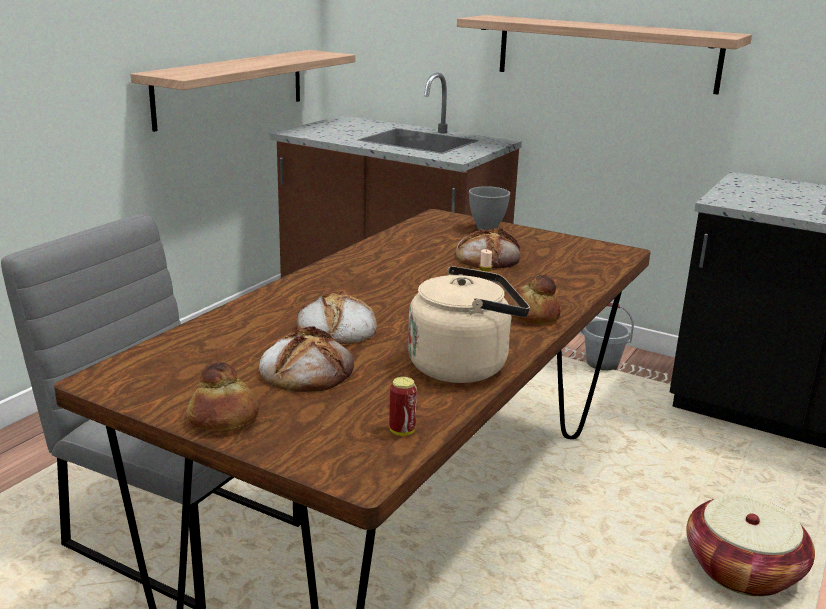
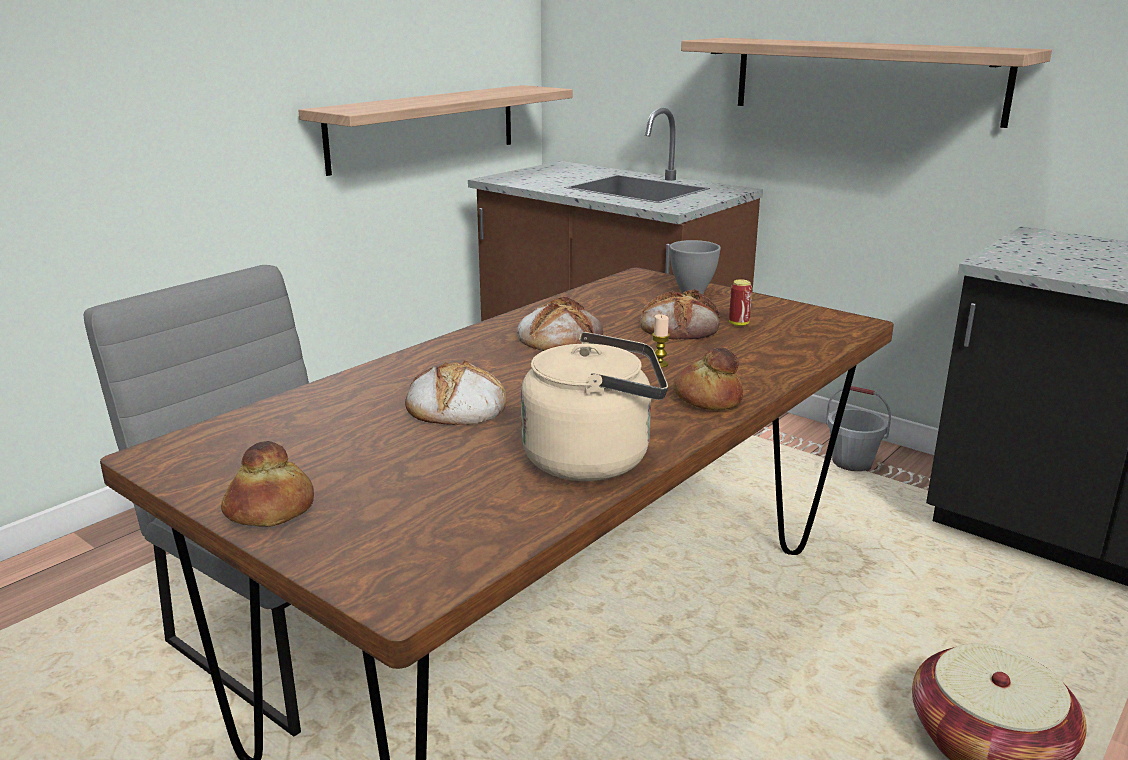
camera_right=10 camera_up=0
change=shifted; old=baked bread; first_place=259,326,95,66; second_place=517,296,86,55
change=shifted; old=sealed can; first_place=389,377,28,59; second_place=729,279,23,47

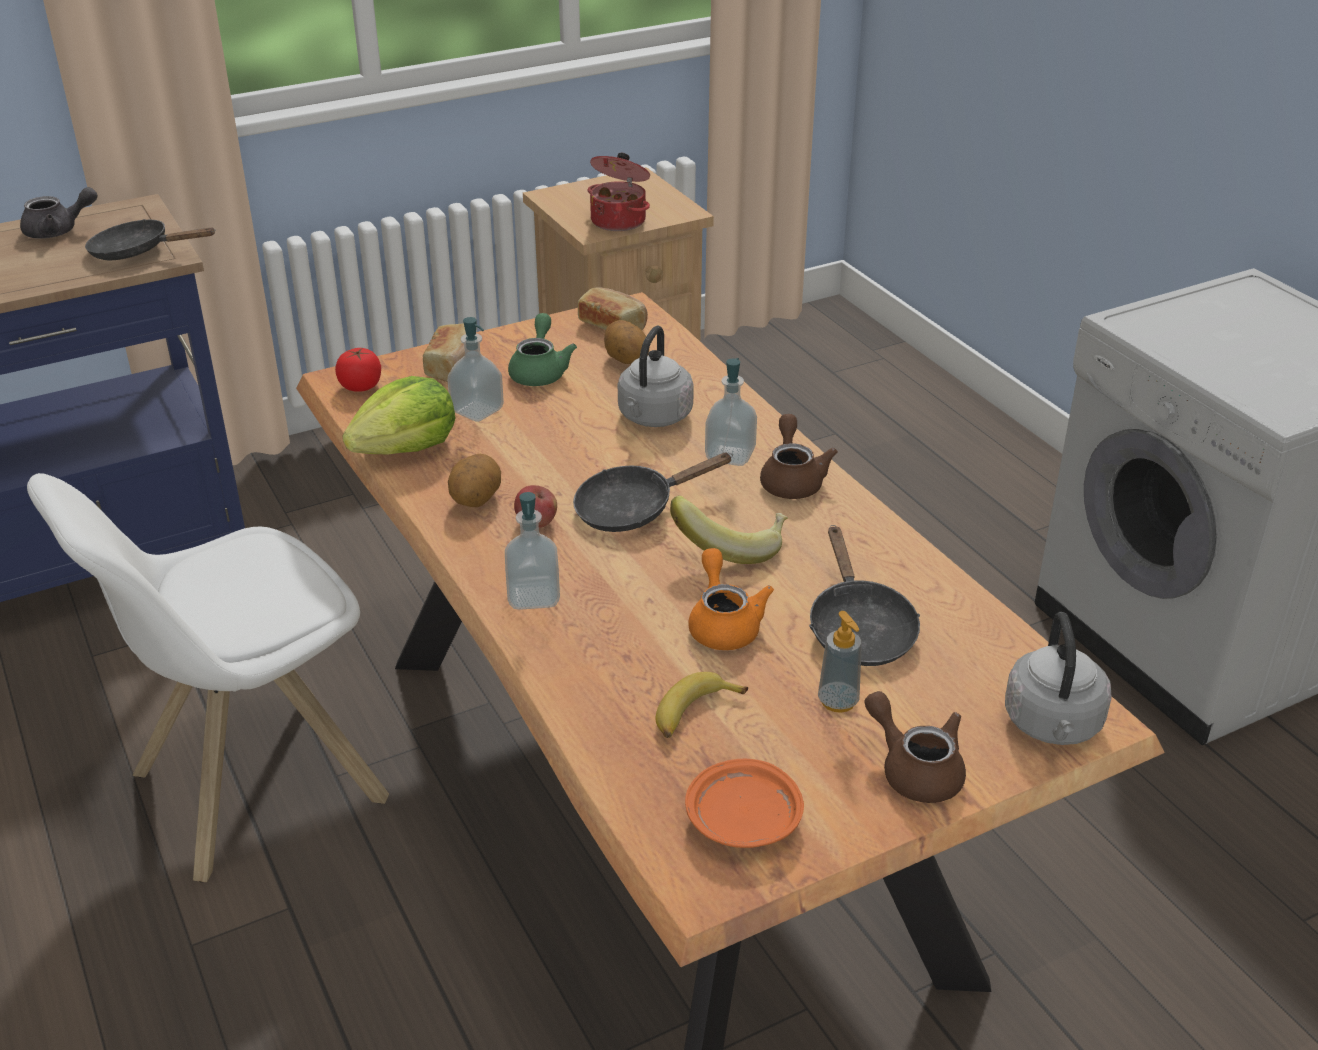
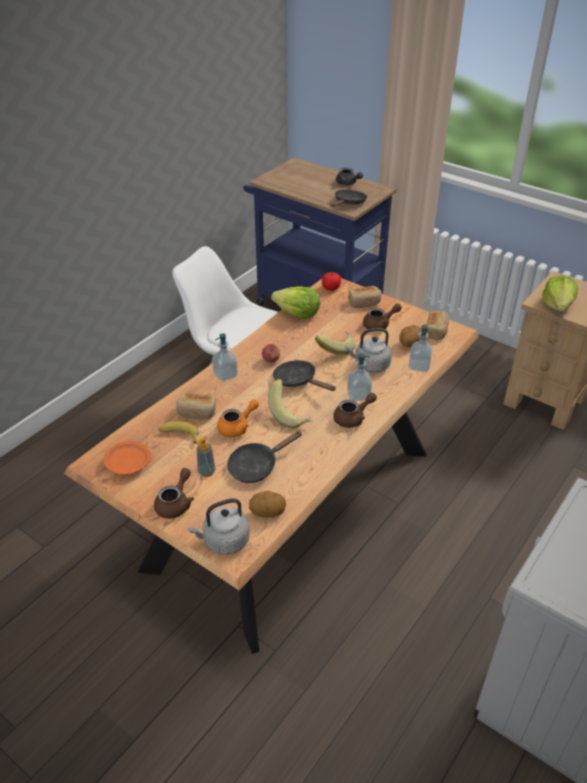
camera_right=65 camera_up=5
change=new; new=baked bread; second_place=176,393,40,26
change=shifted; old=whole potato; first_place=448,454,53,53; second_place=249,491,37,26
change=new; new=banana fruit; second_place=315,331,41,24
change=rotated; old=black pan; first_place=85,219,130,41; second_place=331,190,36,17; degrees=45
change=repainted; old=greenish tea pot; new=brownish tea pot; first_place=508,313,69,73; second_place=363,303,39,26
change=shifted; old=soap dispenser; first_place=447,317,57,105; second_place=409,325,23,47
change=swapped; old=stockpot; new=lettuce head; first_place=588,153,62,78; second_place=542,275,36,36

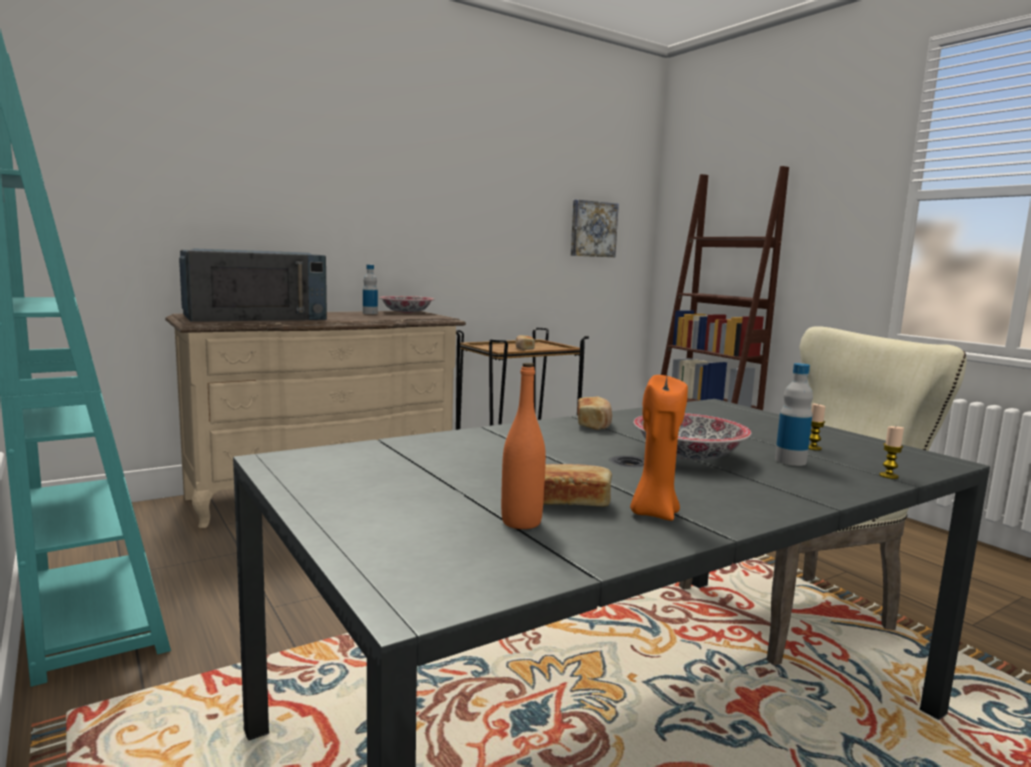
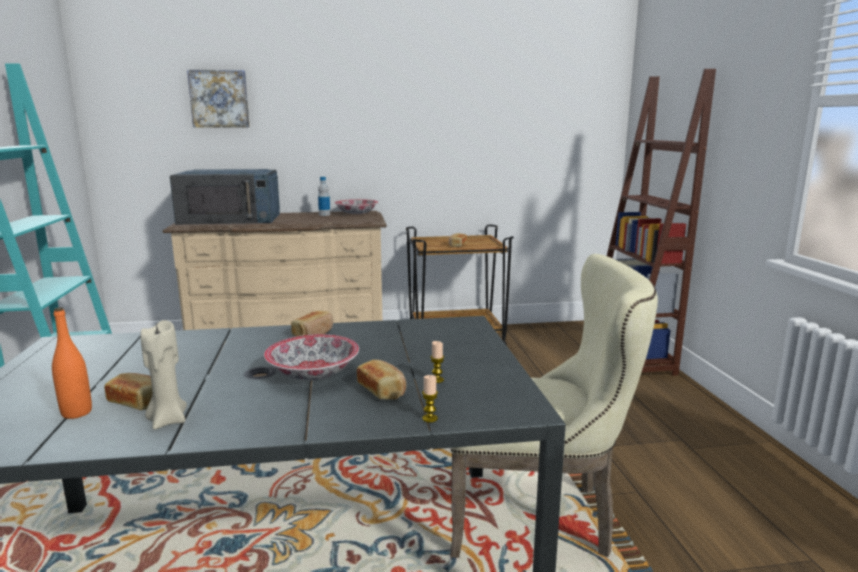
camera_right=25 camera_up=5
change=repainted; old=orange wax light; new=beige-coloured wax light; first_place=630,375,58,146; second_place=141,320,46,110
change=shifted; old=picture; first_place=571,200,48,57; second_place=187,70,63,57
change=swapped; old=beverage bottle; new=baked bread; first_place=775,363,38,103; second_place=357,360,49,40

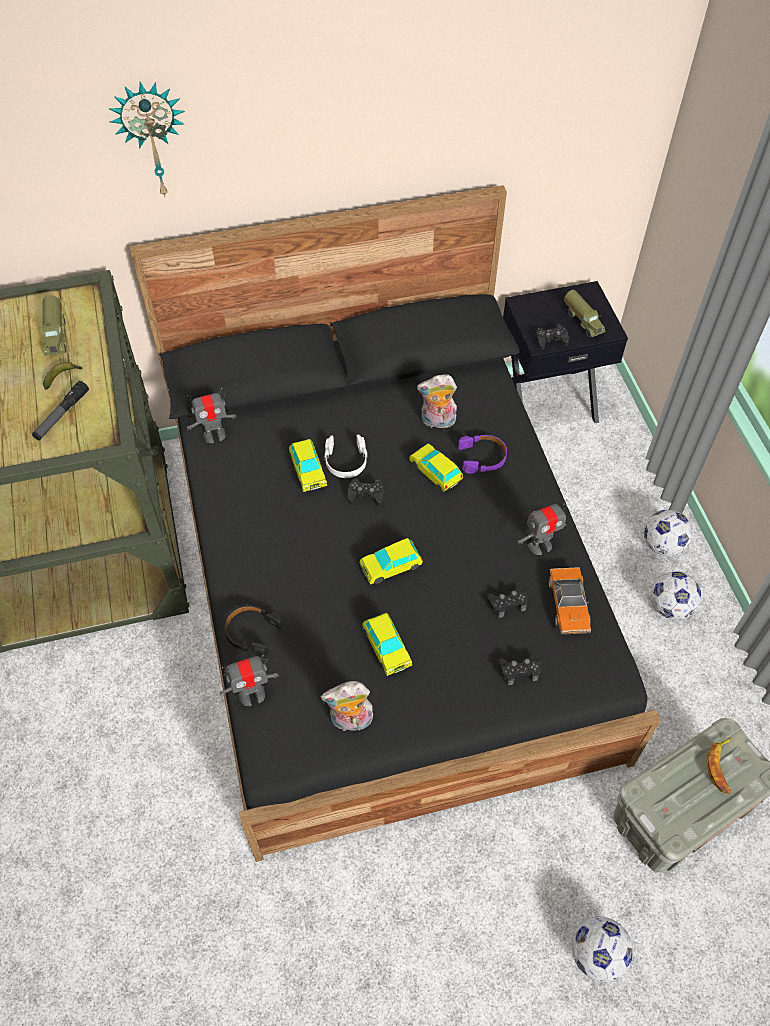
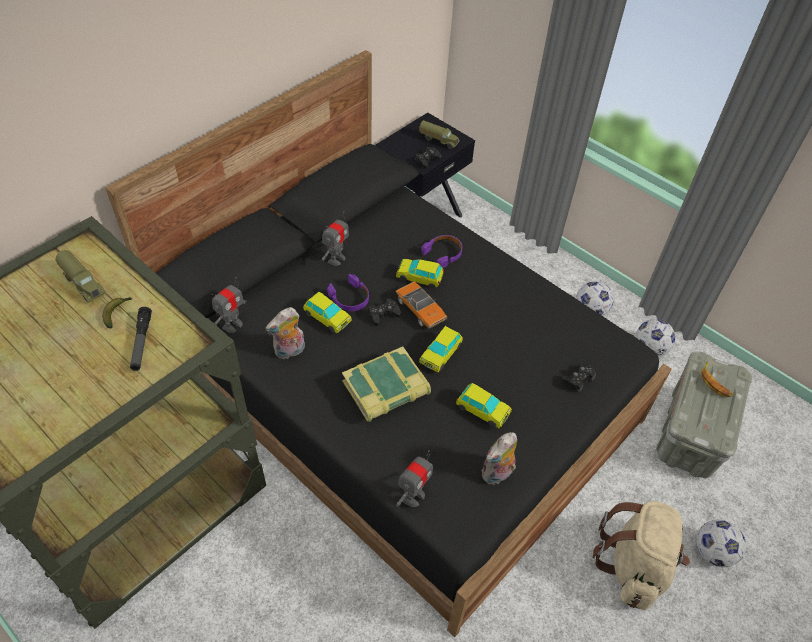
camera_right=-35 camera_up=-5
change=shifted; old=plush toy; first_place=417,375,40,54; second_place=265,307,40,52
change=shifted; old=toy robot; first_place=518,499,50,56; second_place=322,211,27,55
change=repainted; old=white headphones; new=purplish headphones; first_place=324,434,43,44; second_place=327,274,42,37
change=new; new=volume; second_place=342,346,89,76
change=shifted; old=model car; first_place=548,567,43,68; second_place=396,281,51,48
change=new; new=beige-coloured backpack; second_place=593,501,97,109
change=shifted; old=ball for football; first_place=644,510,49,46; second_place=636,319,39,37
change=gone; old=clock on the wall; first_place=109,82,76,115
change=gone; old=black headphones; first_place=224,606,58,50
change=gone; old=black game controller; first_place=487,586,41,32

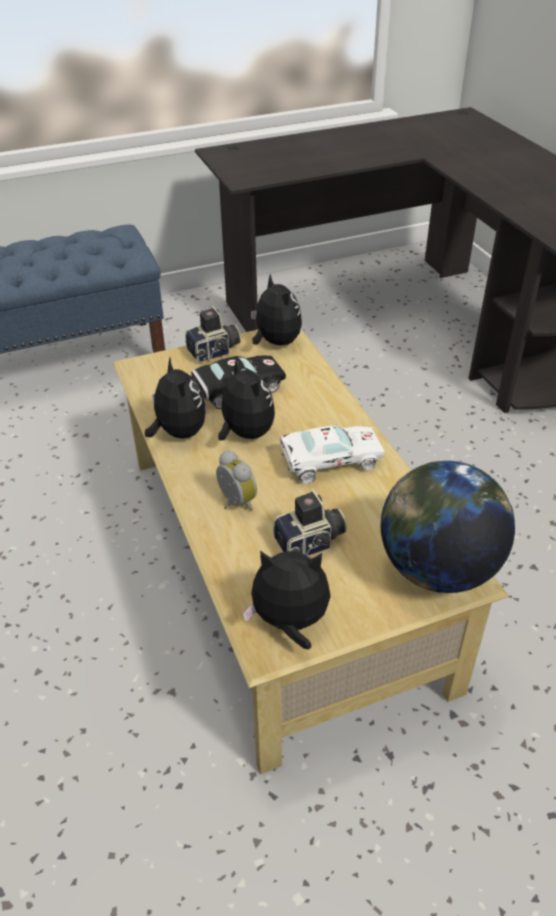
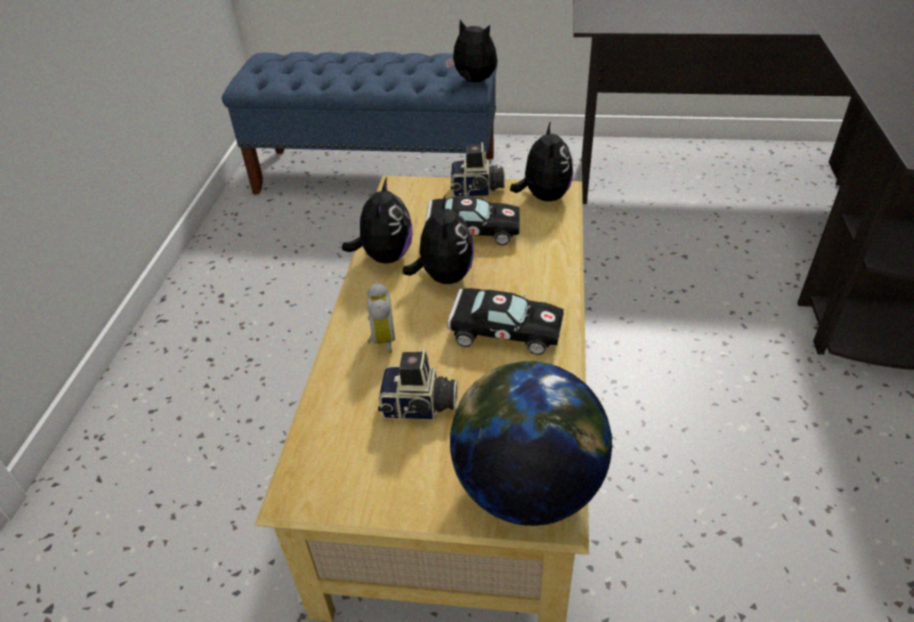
camera_right=30 camera_up=0
change=shifted; old=plush toy; first_place=243,550,88,100; second_place=445,20,52,62
change=repainted; old=white model car; new=black model car; first_place=280,424,104,60; second_place=447,288,117,67

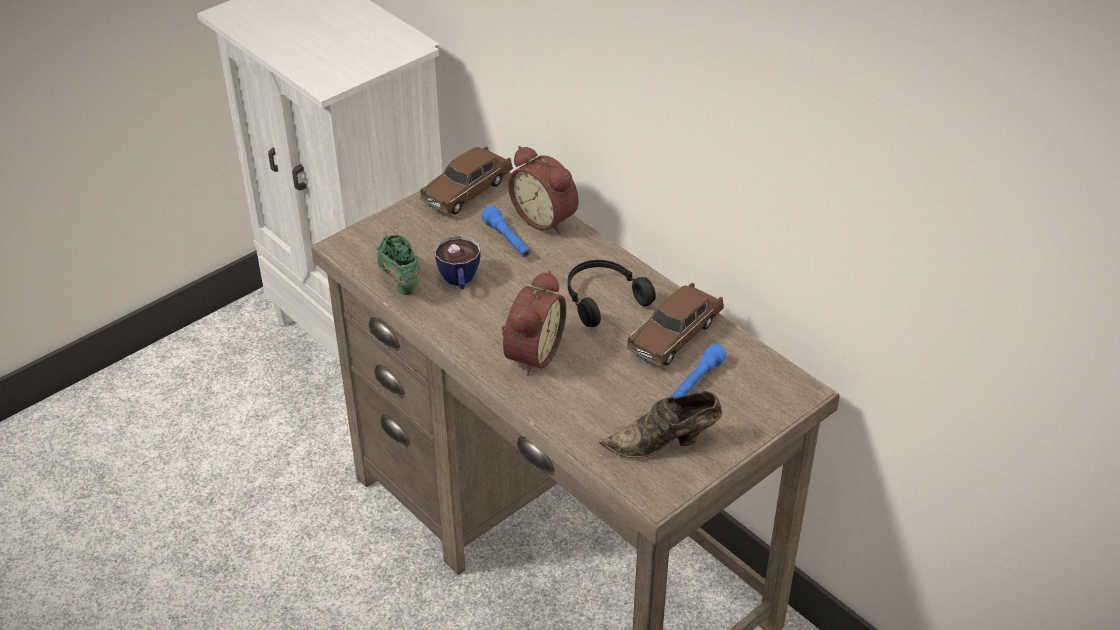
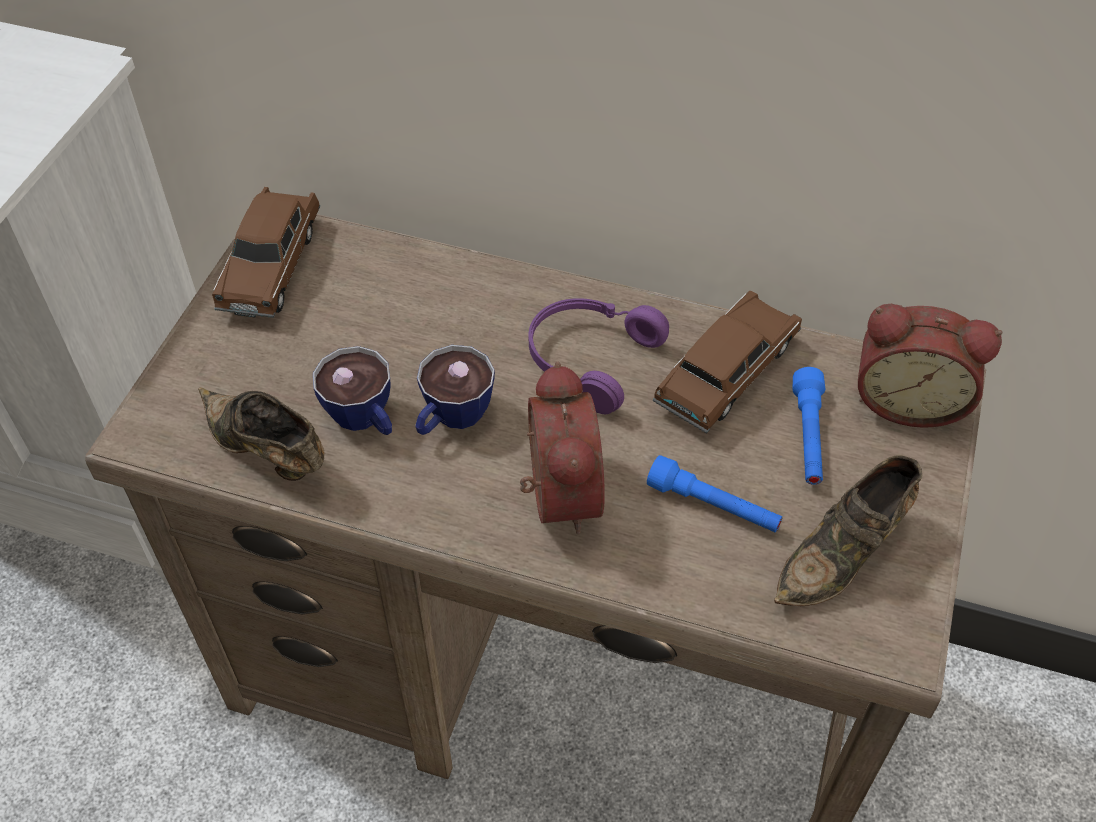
camera_right=-30 camera_up=10
change=repainted; old=greenish shoe; new=brownish shoe; first_place=376,232,44,63; second_place=198,387,126,94
change=new; new=cup; second_place=415,345,80,90
change=repainted; old=black headphones; new=purplish headphones; first_place=568,260,88,67; second_place=529,298,140,116
change=shifted; old=blue-coloured flashlight; first_place=481,206,49,51; second_place=647,455,135,77
change=rotated; old=brownish model car; first_place=626,283,98,84; second_place=653,291,149,142; degrees=-150
change=shifted; old=table clock; first_place=508,146,70,88; second_place=858,304,144,124

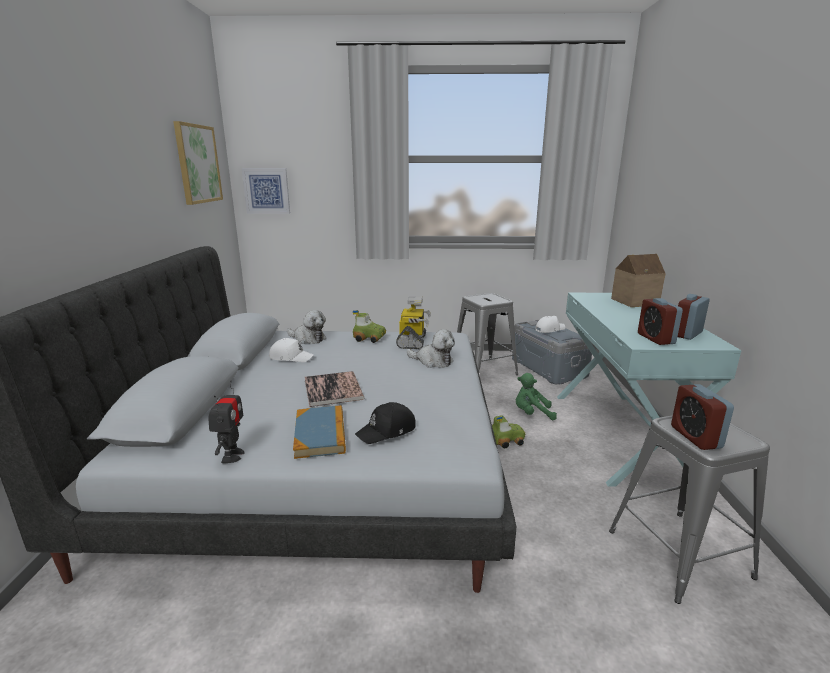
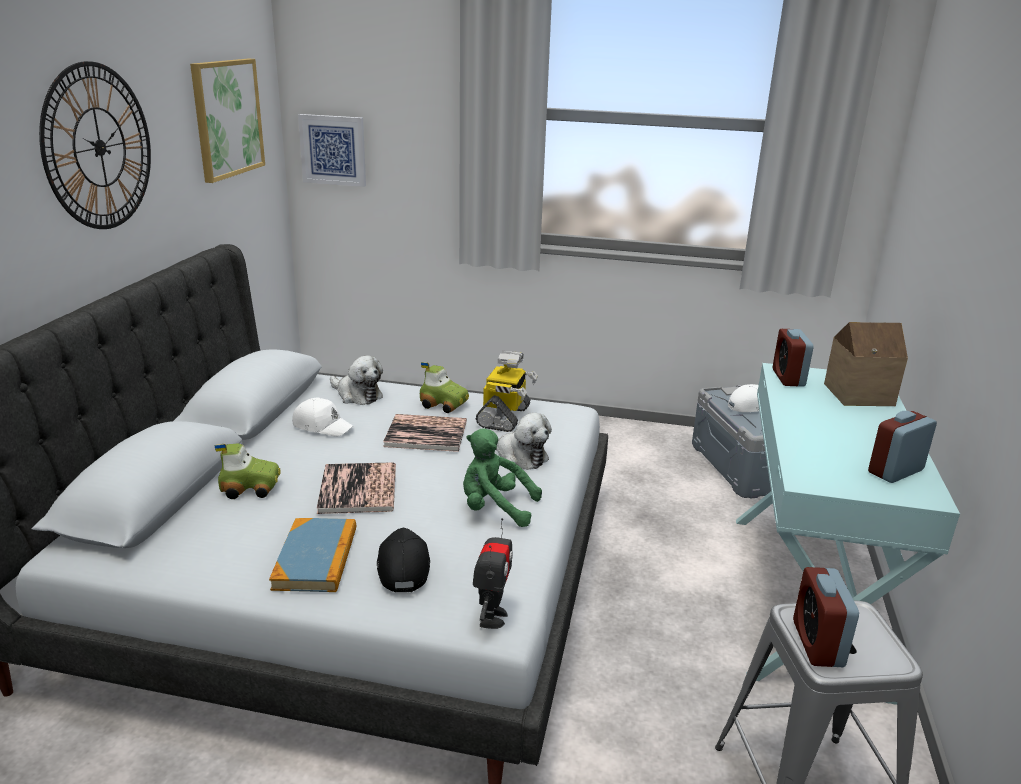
camera_right=10 camera_up=5
change=new; new=clock on the wall; second_place=39,61,112,168
change=shifted; old=model car; first_place=492,415,33,33; second_place=215,443,66,56
change=rotated; old=black peaked cap; first_place=355,402,61,42; second_place=377,528,53,64; degrees=105
change=new; new=volume; second_place=383,414,84,38
change=shifted; old=greenish plush toy; first_place=516,373,41,47; second_place=463,428,79,99
change=shifted; old=toy robot; first_place=208,380,37,83; second_place=473,518,40,111
change=shifted; old=table clock; first_place=638,298,45,47; second_place=773,329,40,58
change=gone; old=grey stool seat; first_place=457,293,61,82

